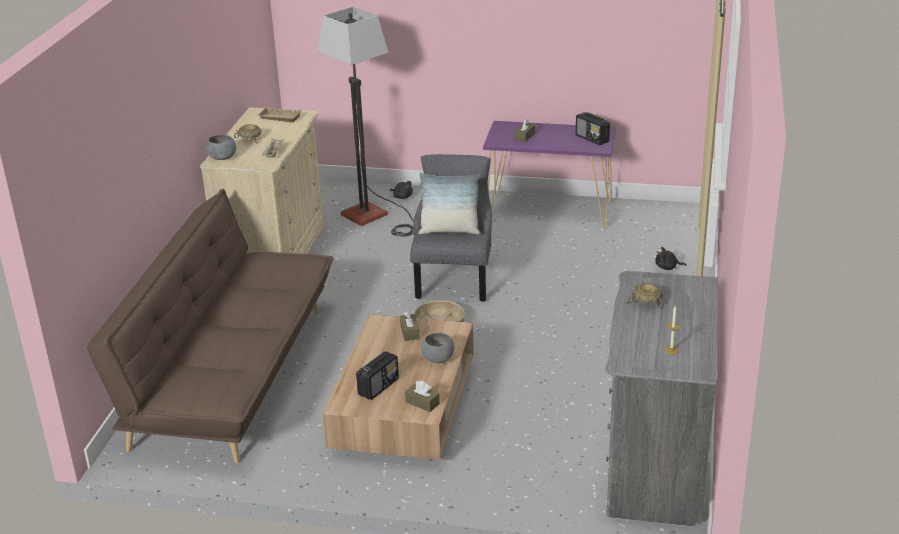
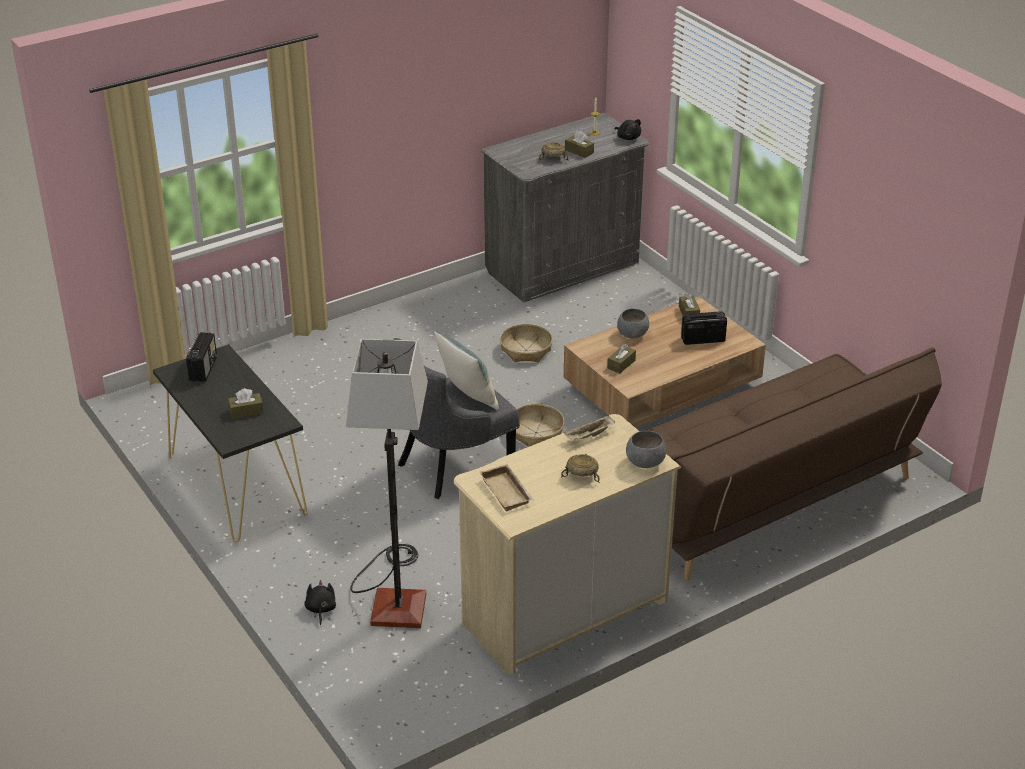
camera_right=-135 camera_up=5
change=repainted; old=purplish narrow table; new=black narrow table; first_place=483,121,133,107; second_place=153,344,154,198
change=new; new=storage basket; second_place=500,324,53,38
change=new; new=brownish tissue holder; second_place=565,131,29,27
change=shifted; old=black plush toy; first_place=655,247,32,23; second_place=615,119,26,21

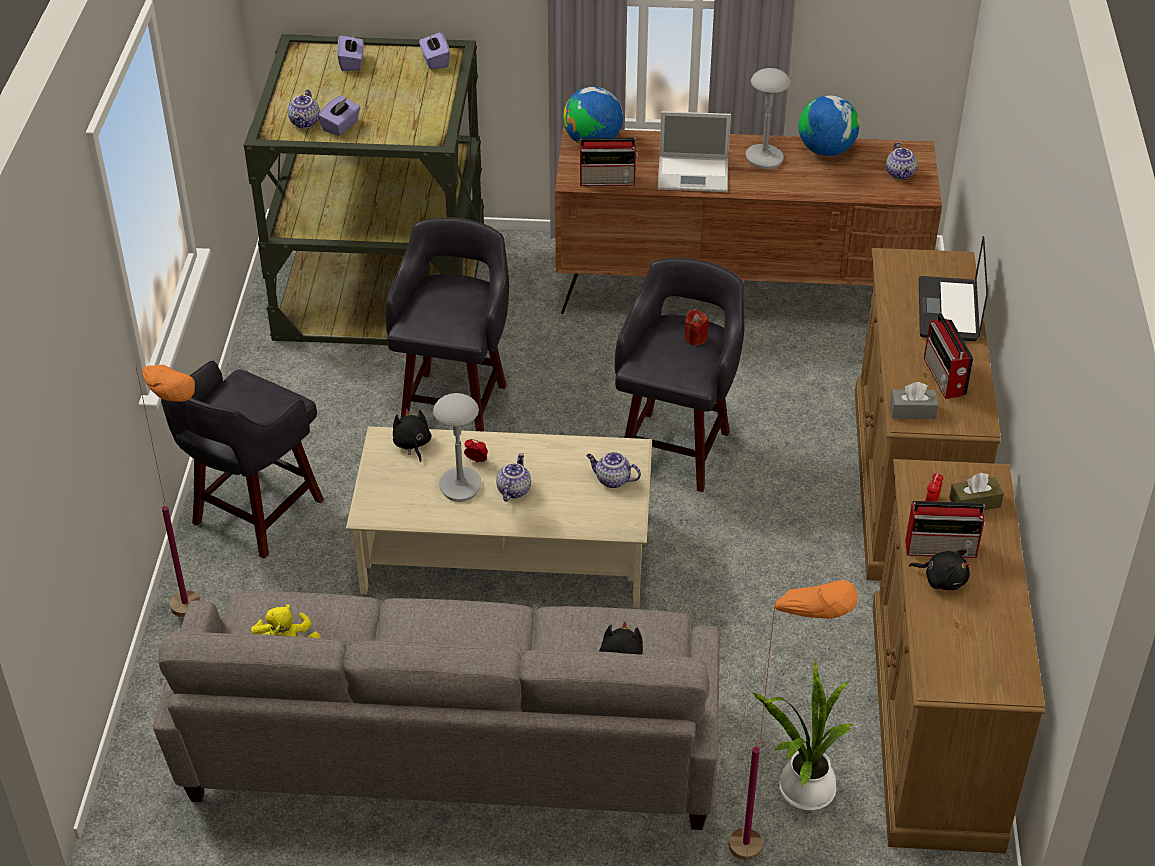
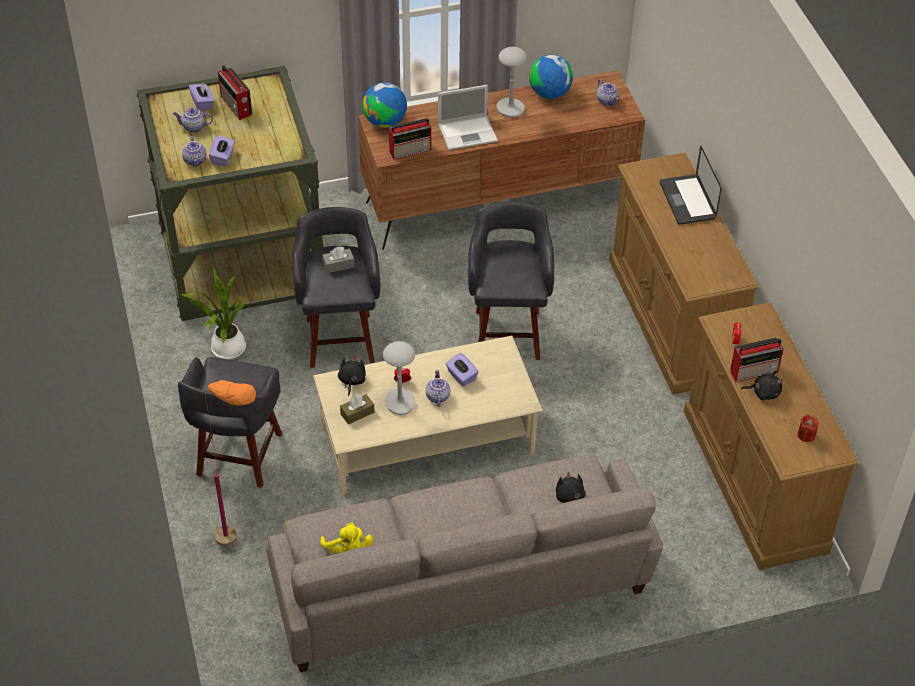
camera_right=-20 camera_up=5
change=shifted; old=tea pot; first_place=586,452,55,36; second_place=173,108,40,25
change=shifted; old=houseplant; first_place=751,659,103,151; second_place=181,267,65,92
change=shifted; old=radio; first_place=924,313,49,86; second_place=218,65,34,55
change=shifted; old=grey tissue holder; first_place=890,382,48,37; second_place=322,247,32,26
change=rotated; old=black plush toy; first_place=393,409,38,53; second_place=338,356,28,40; degrees=45
change=shifted; old=brownish tissue holder; first_place=949,473,55,37; second_place=340,394,34,30
change=shifted; old=purplish tissue holder; first_place=419,31,31,39; second_place=446,353,32,34
change=shifted; old=red-coloured wax light; first_place=685,309,24,37; second_place=797,414,22,28
change=gone; old=orange standing lamp; first_place=729,580,129,280

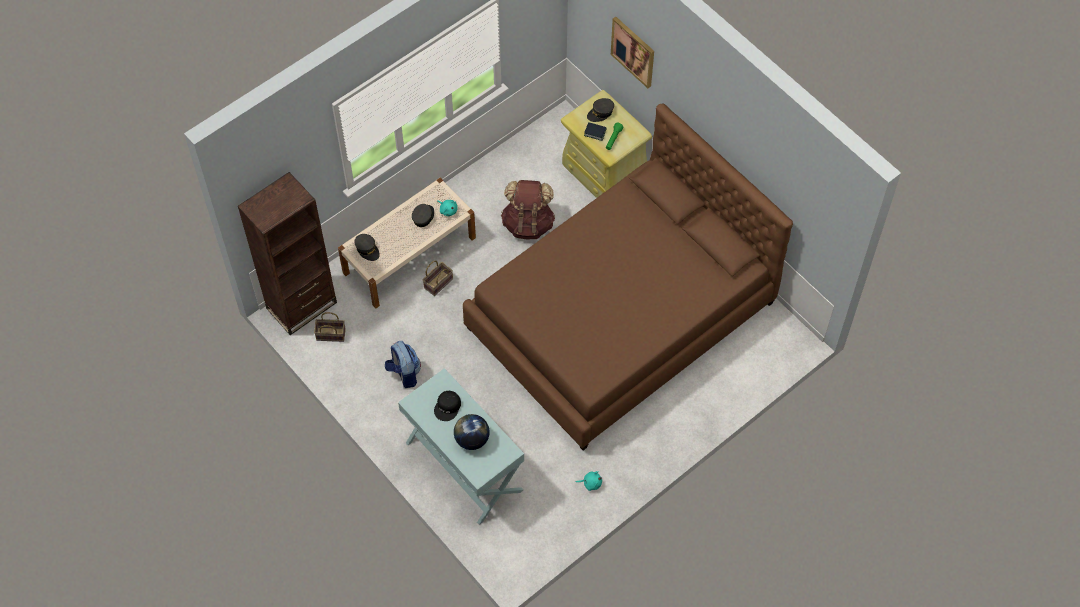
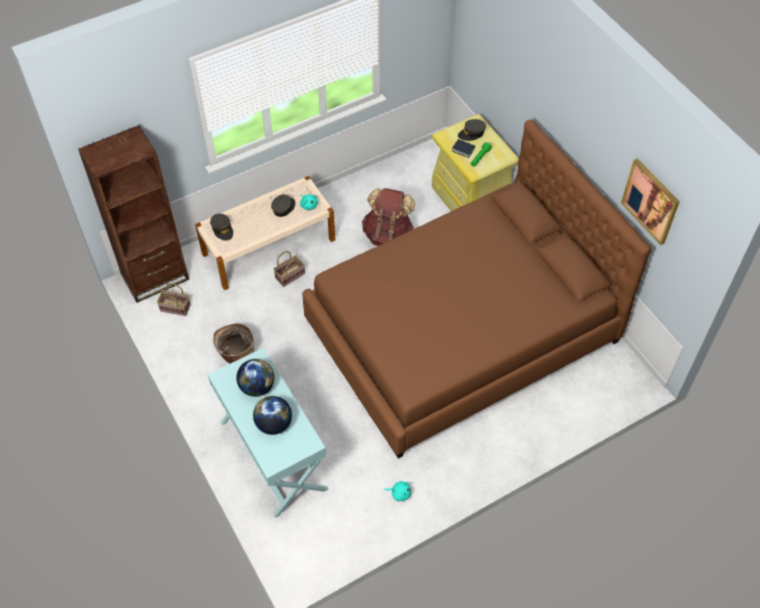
camera_right=10 camera_up=-5
change=swapped; old=backpack; new=storage basket; first_place=385,341,36,47; second_place=213,323,41,41
change=swapped; old=black peaked cap; new=desk globe; first_place=434,391,27,30; second_place=236,359,38,38
change=shifted; old=picture; first_place=611,17,43,71; second_place=621,159,59,86

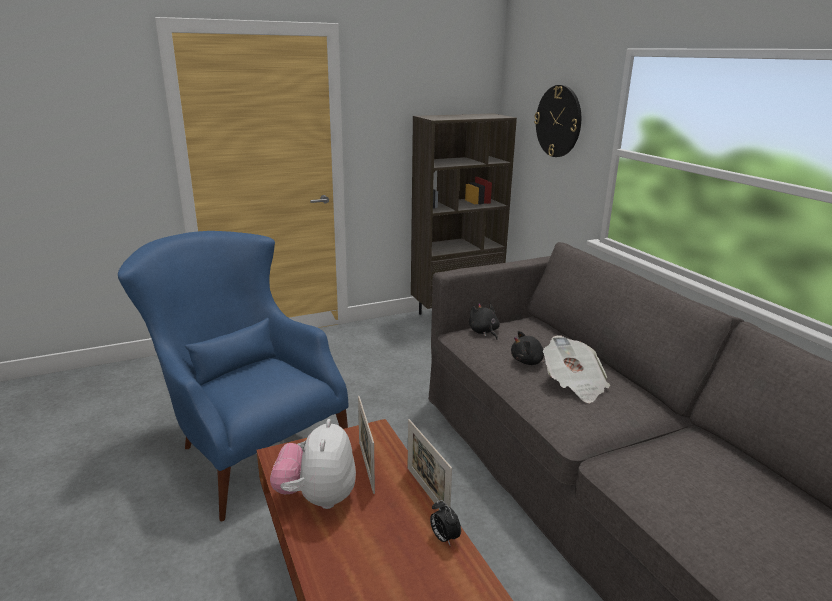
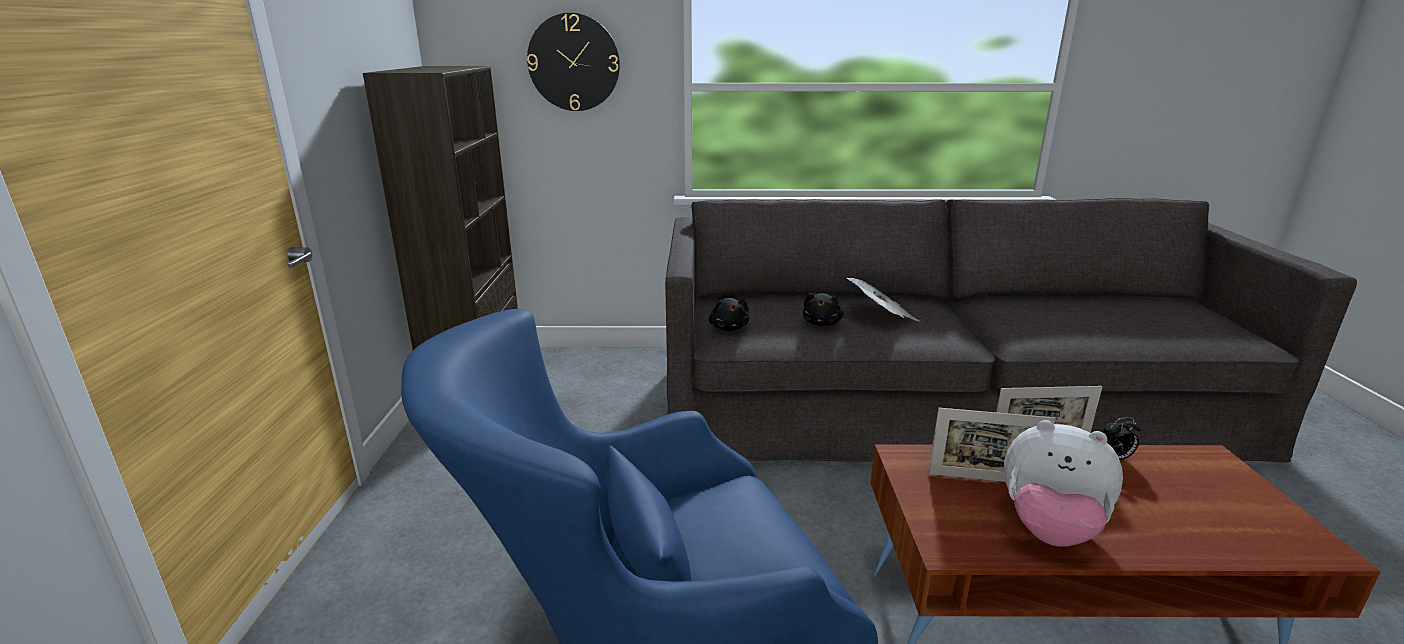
camera_right=-65 camera_up=0
change=rotated; old=black plush toy; first_place=469,303,31,37; second_place=709,298,40,33; degrees=-105

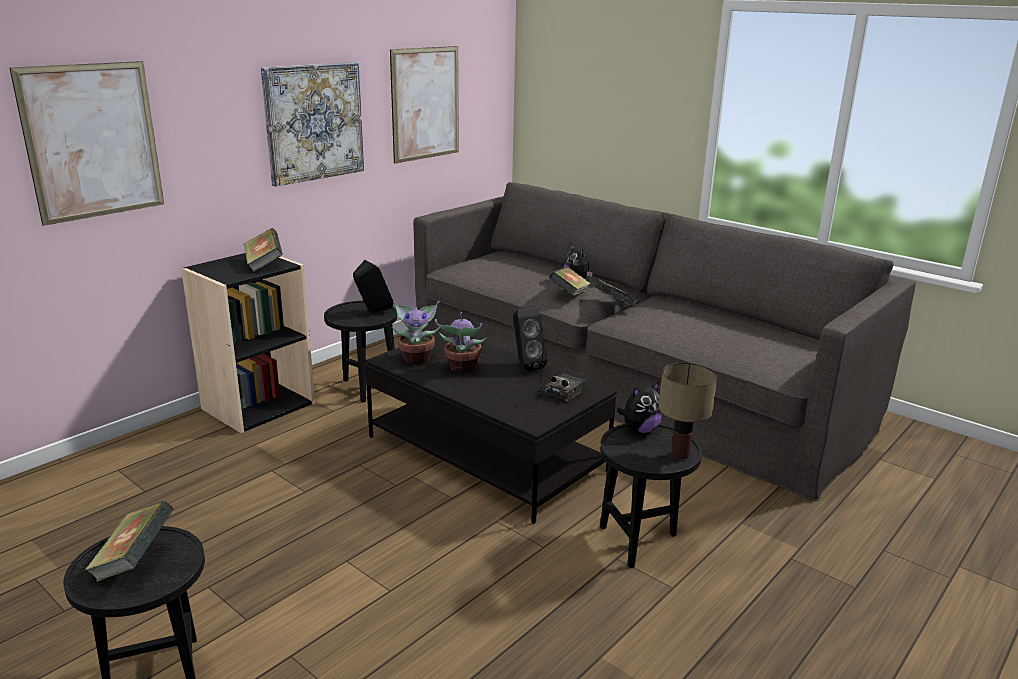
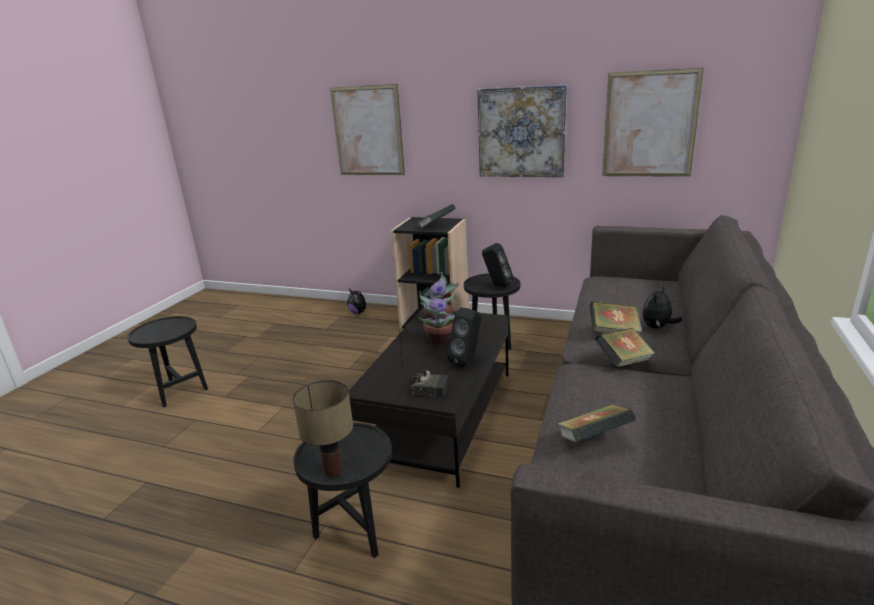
camera_right=70 camera_up=0
change=shifted; old=plush toy; first_place=617,381,46,52; second_place=347,289,23,25
change=shifted; old=volume; first_place=84,501,90,81; second_place=557,404,79,39

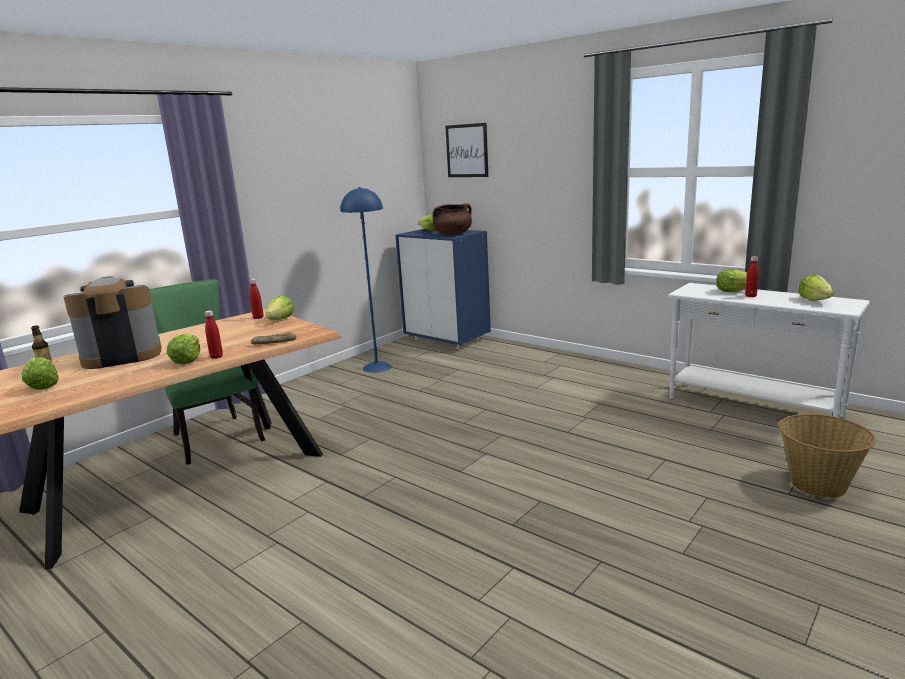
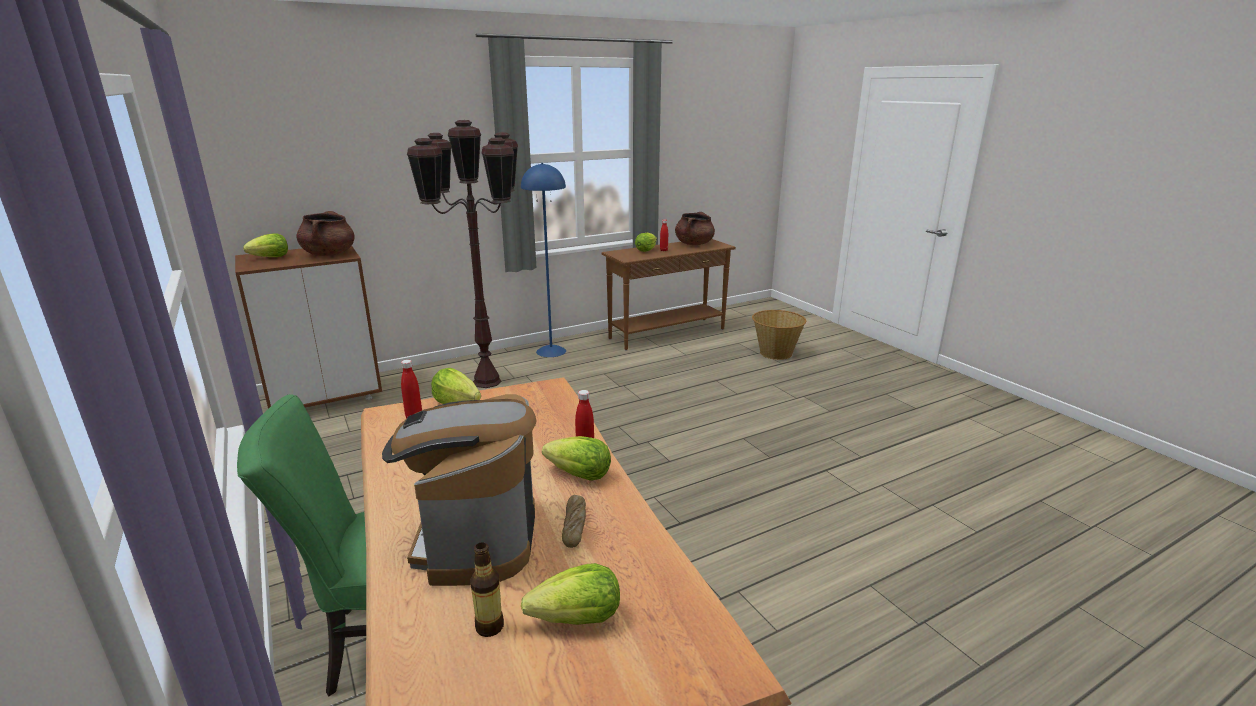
camera_right=-70 camera_up=5
change=repainted; old=blue-coloured cupboard; new=brownish cupboard; first_place=395,229,96,120; second_place=235,246,147,163
change=new; new=brownish standing lamp; second_place=407,120,111,268
change=shifted; old=blue-coloured standing lamp; first_place=340,187,52,186; second_place=521,163,45,194
change=shifted; old=baked bread; first_place=251,332,45,12; second_place=562,495,24,53
change=repainted; old=white narrow table; new=brownish narrow table; first_place=667,283,203,135; second_place=602,239,134,111
change=swapped; old=lettuce head; new=brownish stockpot; first_place=798,274,35,26; second_place=675,212,40,33
change=gone; old=picture; first_place=445,123,43,54

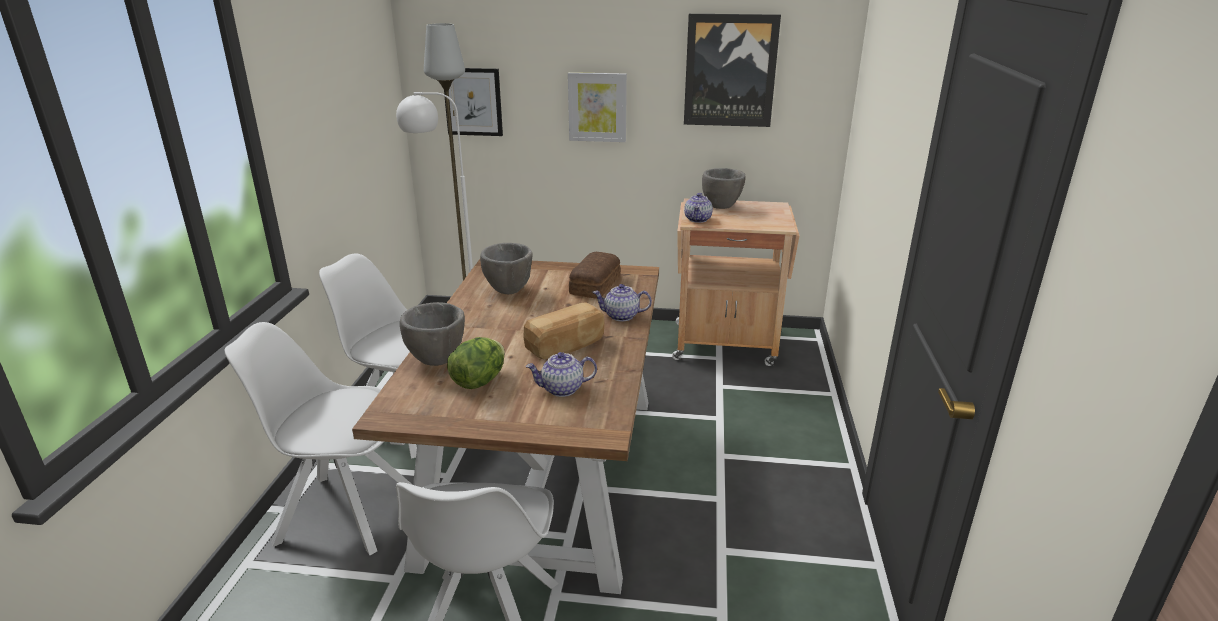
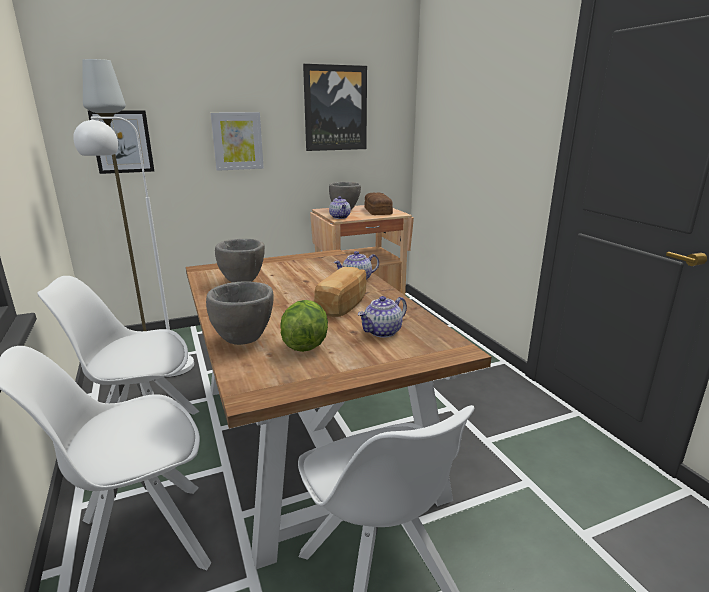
camera_right=-30 camera_up=-5
change=shifted; old=baked bread; first_place=569,252,52,47; second_place=364,193,29,22

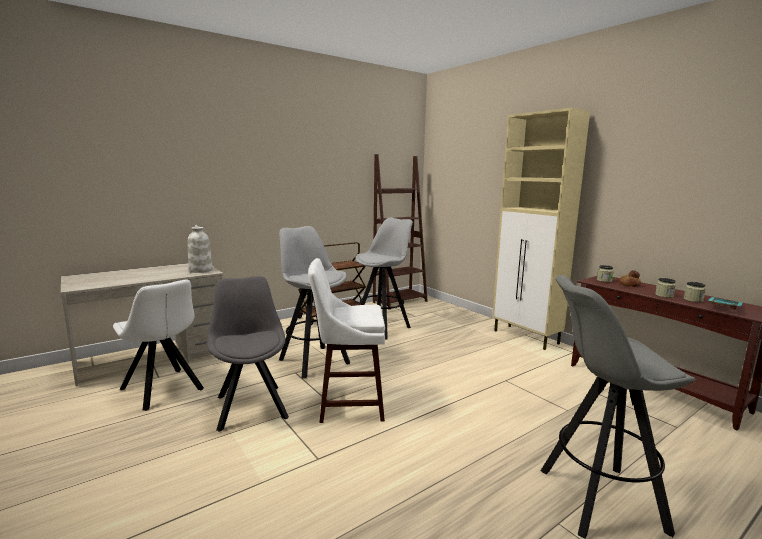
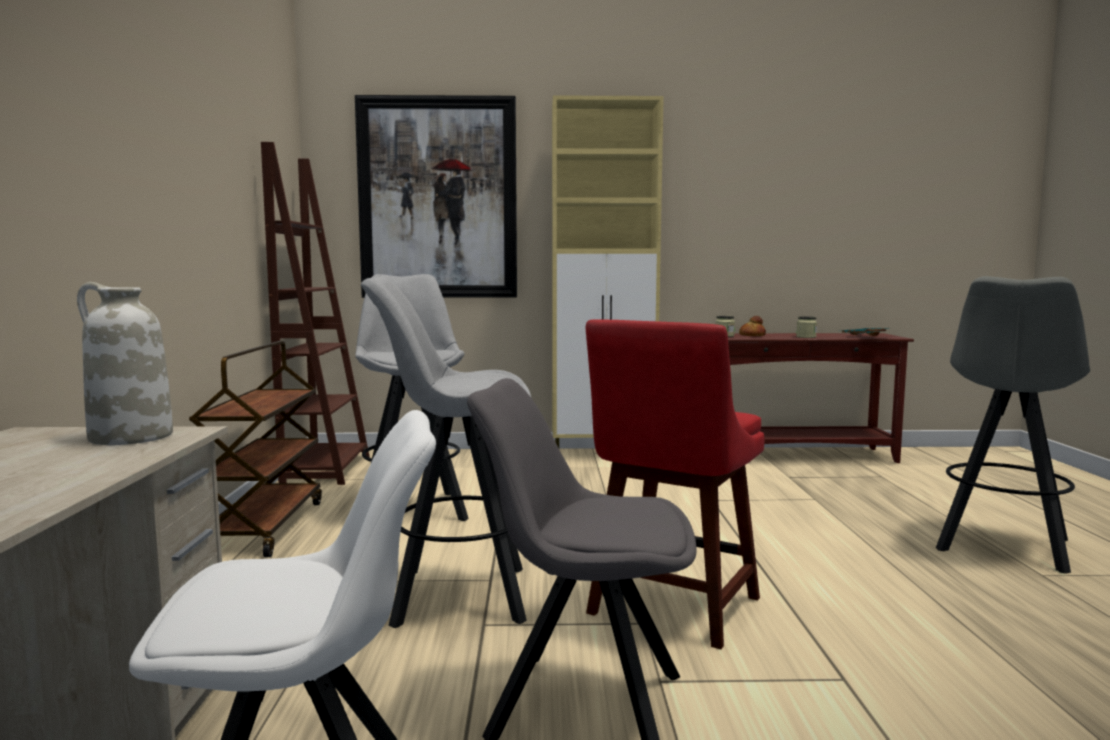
camera_right=-55 camera_up=-5
change=new; new=picture; second_place=355,95,162,203
change=repainted; old=white upright chair; new=red-coloured upright chair; first_place=308,258,77,165; second_place=586,319,178,330
change=gone; old=jar; first_place=684,282,22,20

